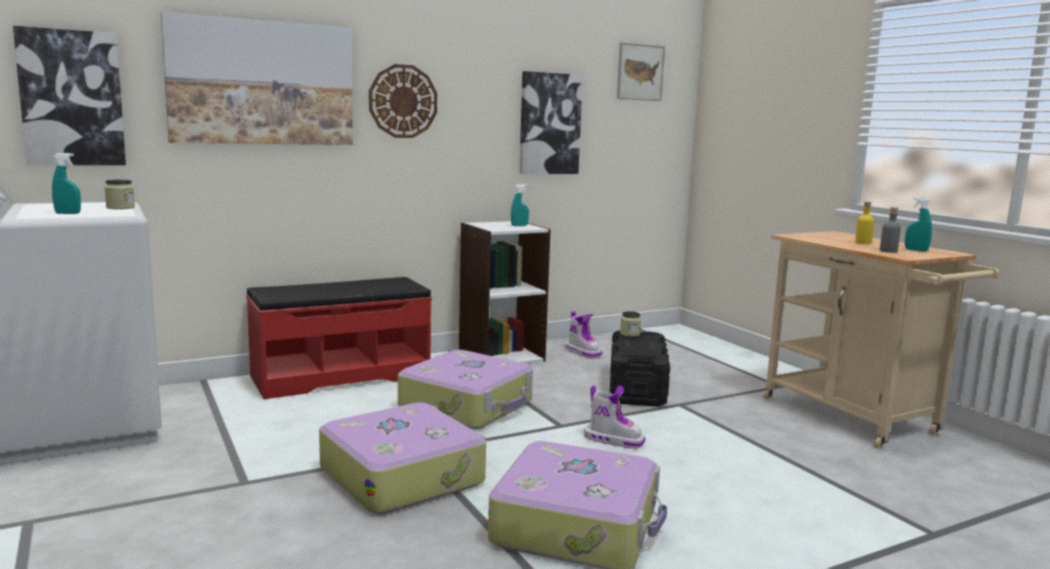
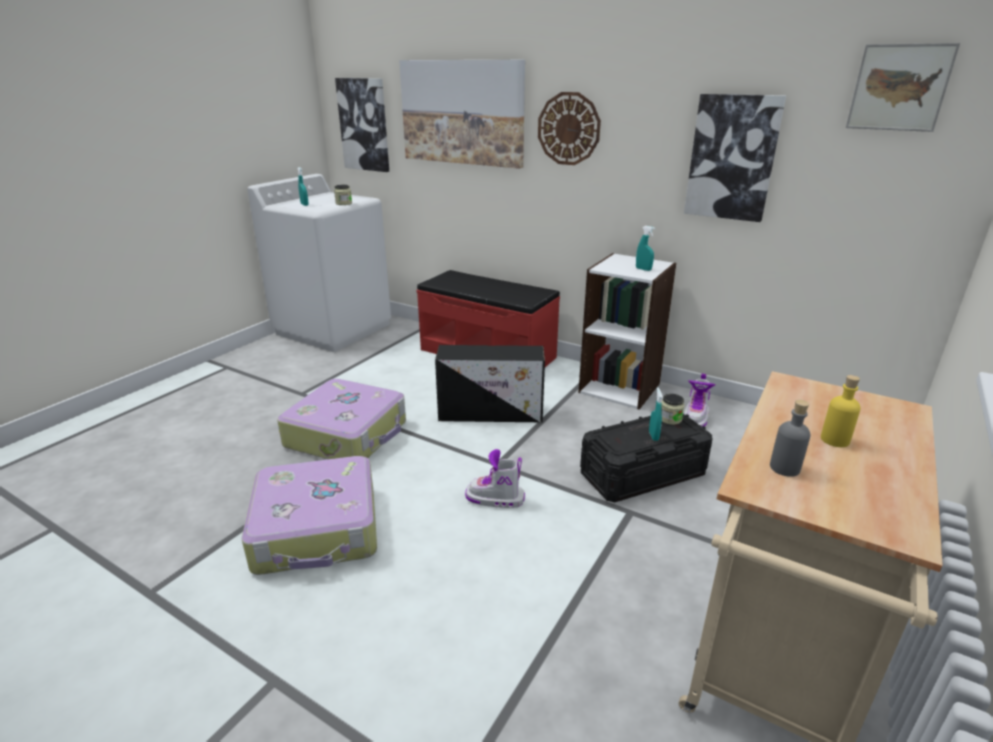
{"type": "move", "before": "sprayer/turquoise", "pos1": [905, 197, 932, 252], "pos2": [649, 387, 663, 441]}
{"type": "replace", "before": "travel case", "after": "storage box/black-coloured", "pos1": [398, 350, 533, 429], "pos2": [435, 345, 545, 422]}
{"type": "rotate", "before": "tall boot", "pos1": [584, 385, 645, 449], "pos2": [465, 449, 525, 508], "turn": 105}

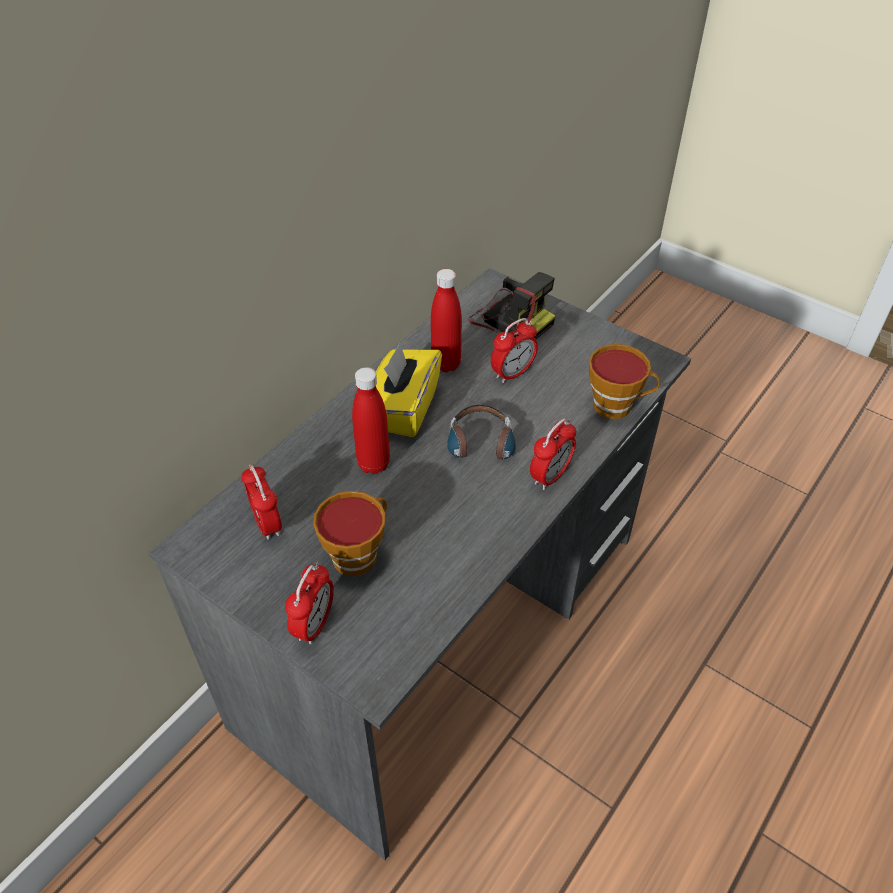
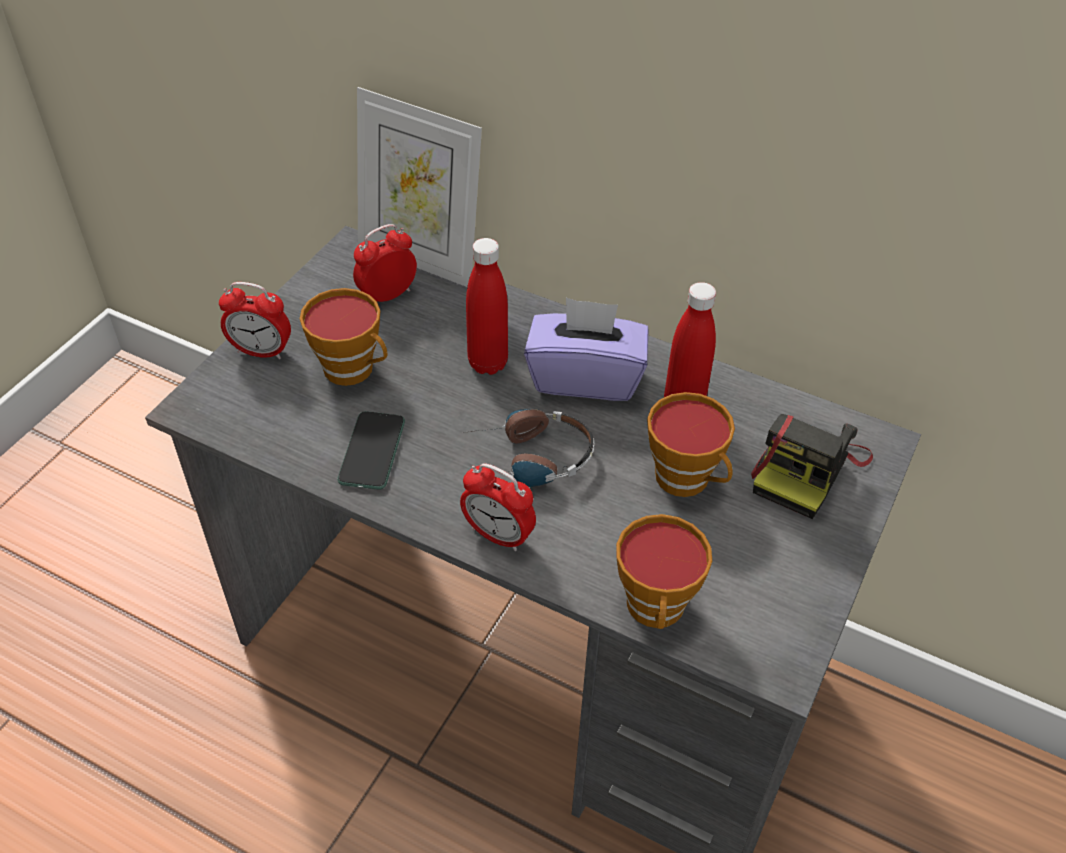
{"type": "replace", "before": "bedside clock", "after": "small cup", "pos1": [491, 318, 538, 383], "pos2": [647, 392, 735, 497]}
{"type": "recolor", "before": "tissue box/yellow-coloured", "after": "tissue box/purplish", "pos1": [376, 343, 442, 437], "pos2": [524, 298, 649, 401]}
{"type": "insert", "after": "photo frame", "pos2": [357, 87, 482, 287]}
{"type": "insert", "after": "handset", "pos2": [337, 411, 405, 490]}

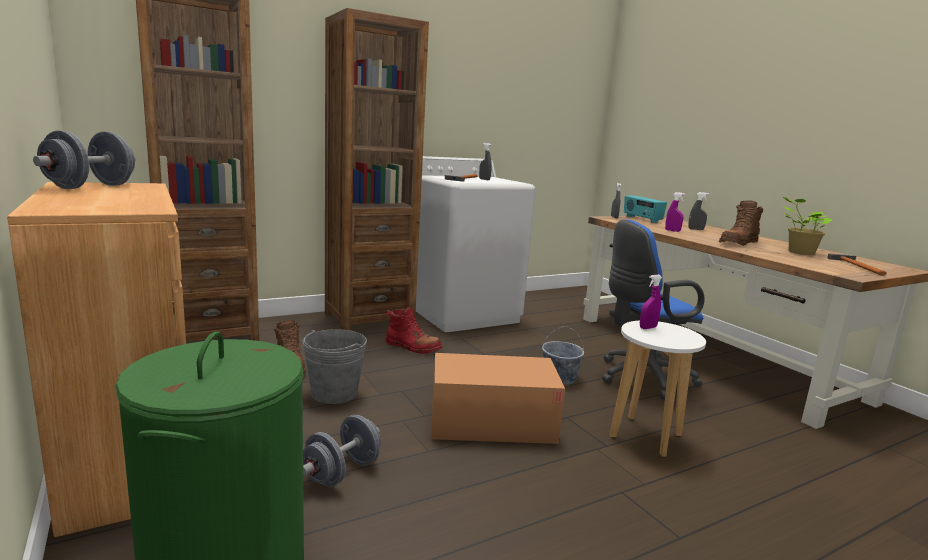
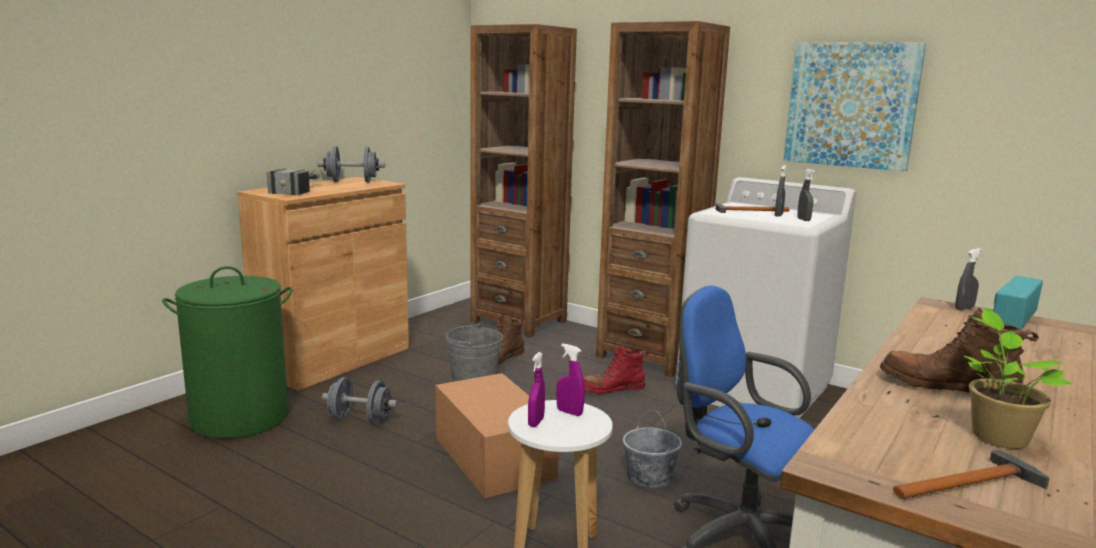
{"type": "move", "before": "sprayer/purplish", "pos1": [665, 192, 685, 232], "pos2": [528, 352, 545, 427]}
{"type": "move", "before": "sprayer/greyish", "pos1": [688, 192, 709, 230], "pos2": [797, 169, 815, 221]}
{"type": "rotate", "before": "tall boot/red", "pos1": [385, 306, 442, 354], "pos2": [583, 344, 649, 395], "turn": 75}
{"type": "insert", "after": "wall art", "pos2": [784, 43, 926, 171]}
{"type": "insert", "after": "hand hammer", "pos2": [267, 169, 320, 195]}

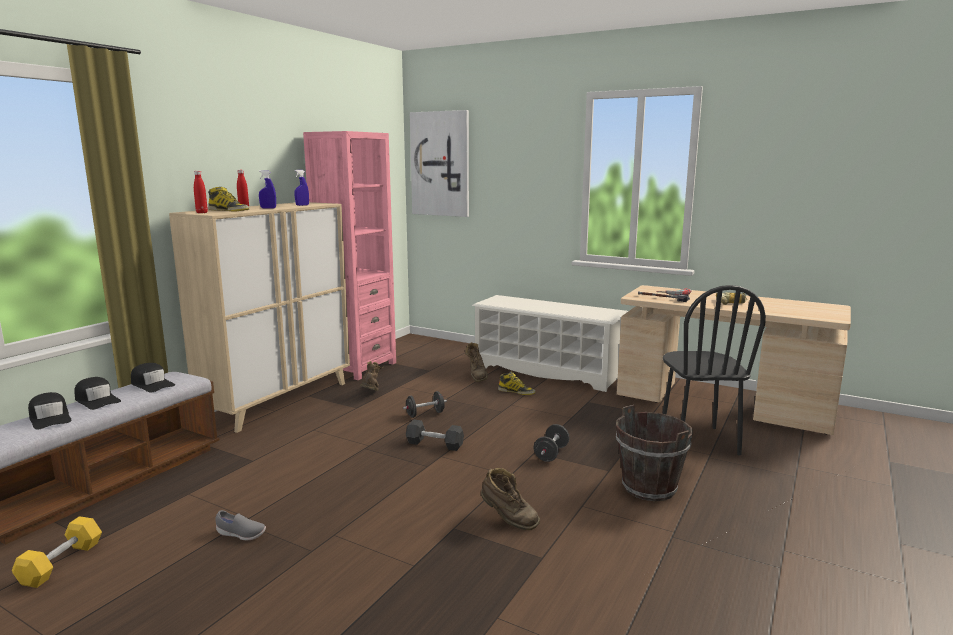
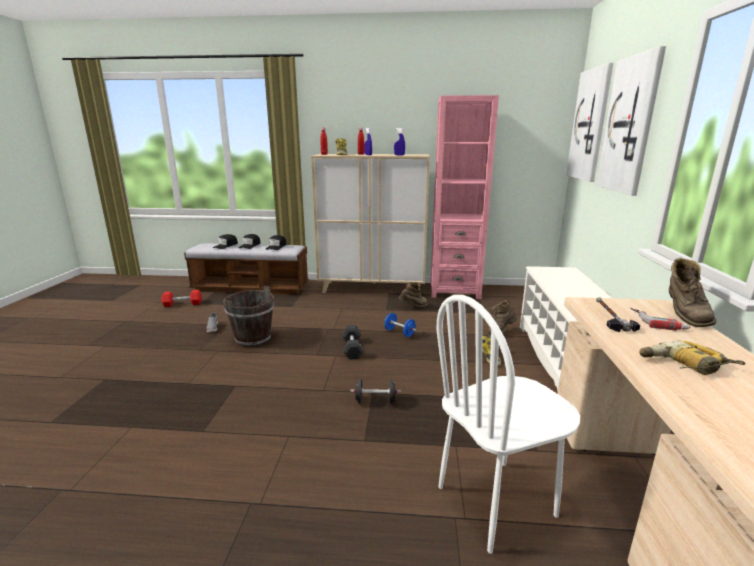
{"type": "recolor", "before": "upright chair/black-coloured", "after": "upright chair/whitish", "pos1": [662, 285, 766, 455], "pos2": [437, 295, 580, 554]}
{"type": "recolor", "before": "dumbbell/black-coloured", "after": "dumbbell/blue", "pos1": [403, 391, 447, 418], "pos2": [384, 313, 416, 337]}
{"type": "move", "before": "water bucket/brown-coloured", "pos1": [616, 405, 693, 501], "pos2": [223, 286, 274, 347]}
{"type": "move", "before": "tall boot/brown-coloured", "pos1": [481, 468, 540, 530], "pos2": [669, 258, 716, 327]}
{"type": "recolor", "before": "dumbbell/yellow-coloured", "after": "dumbbell/red", "pos1": [12, 516, 102, 588], "pos2": [161, 290, 202, 307]}
{"type": "insert", "after": "wall art", "pos2": [596, 46, 666, 196]}

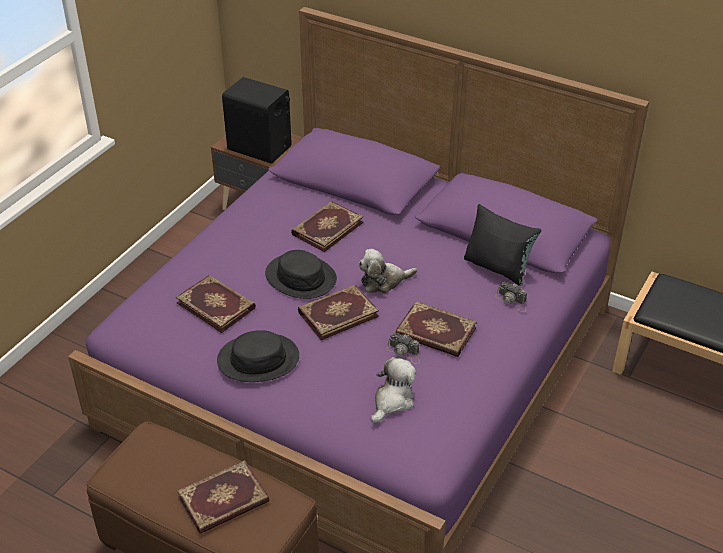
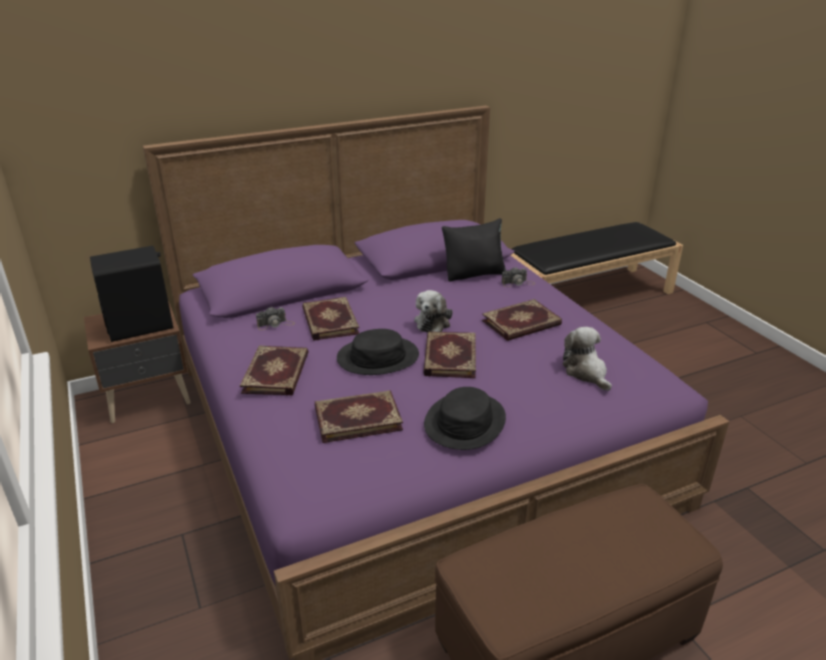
{"type": "move", "before": "photo camera", "pos1": [386, 333, 420, 364], "pos2": [256, 307, 295, 330]}
{"type": "move", "before": "bound book", "pos1": [177, 460, 269, 534], "pos2": [240, 346, 309, 396]}

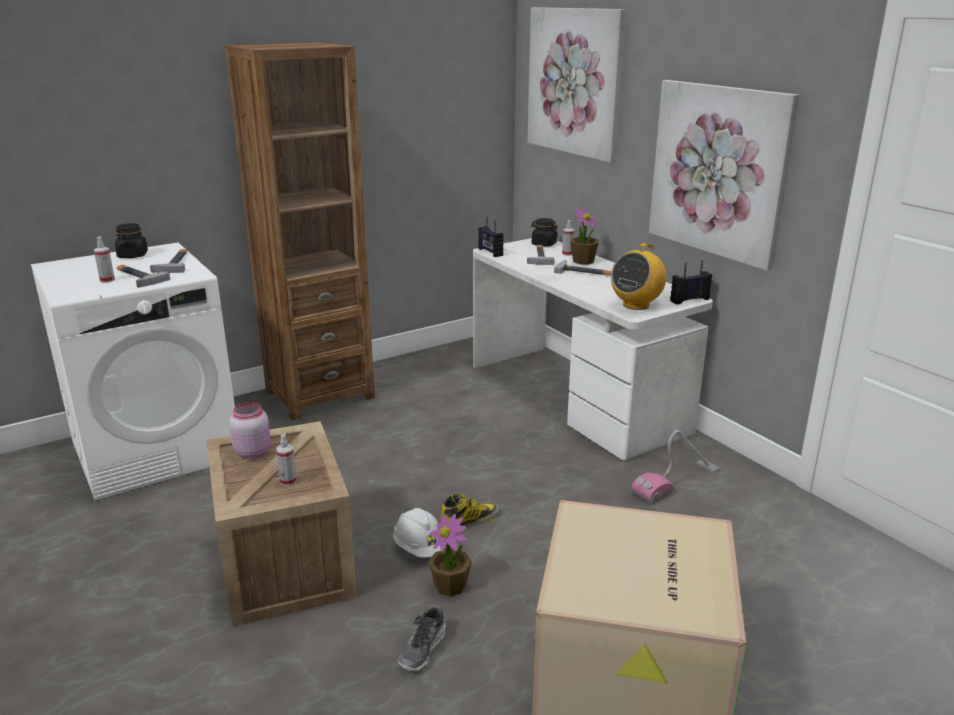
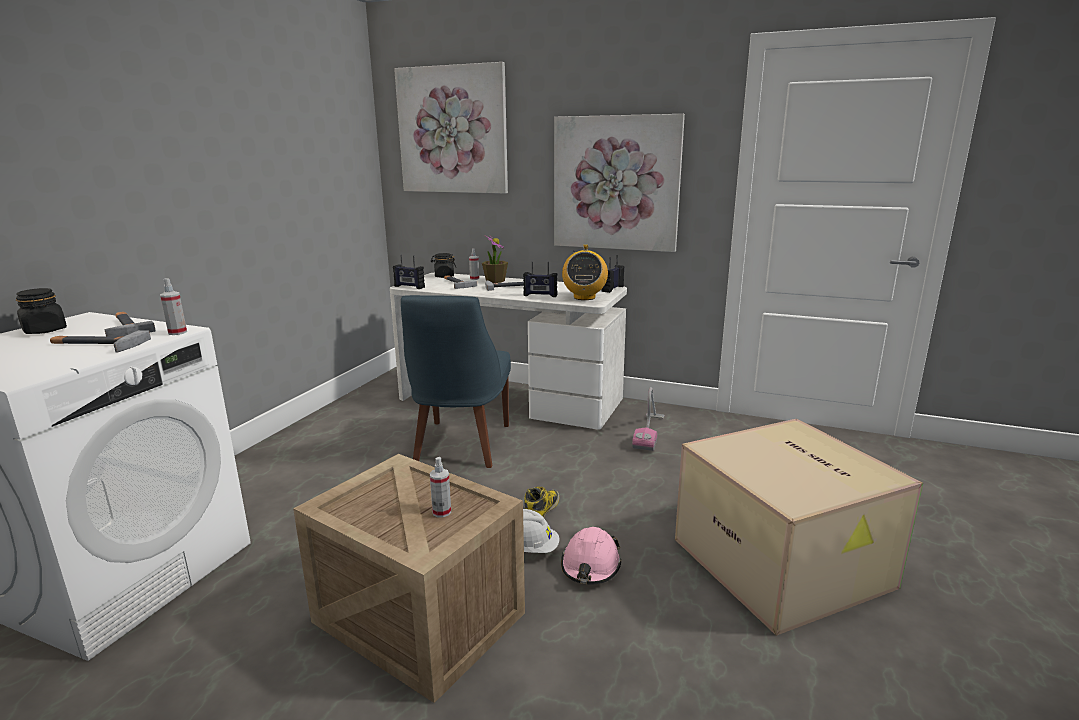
{"type": "delete", "before": "bookshelf/brown-coloured", "pos1": [225, 42, 375, 421]}
{"type": "move", "before": "sprayer", "pos1": [94, 237, 115, 283], "pos2": [160, 278, 187, 335]}
{"type": "delete", "before": "preserve jar/pink-coloured", "pos1": [229, 402, 271, 459]}
{"type": "replace", "before": "houseplant", "after": "hard hat/pink-coloured", "pos1": [428, 514, 472, 597], "pos2": [561, 527, 621, 584]}
{"type": "delete", "before": "item of footwear", "pos1": [398, 605, 446, 672]}
{"type": "insert", "after": "radio receiver", "pos2": [523, 261, 557, 297]}
{"type": "insert", "after": "upright chair/blue", "pos2": [401, 295, 511, 468]}

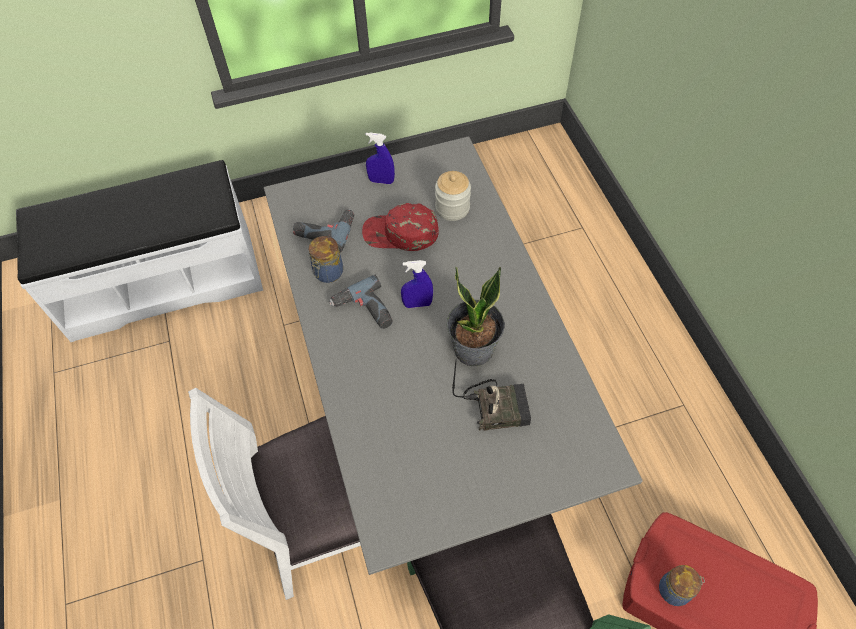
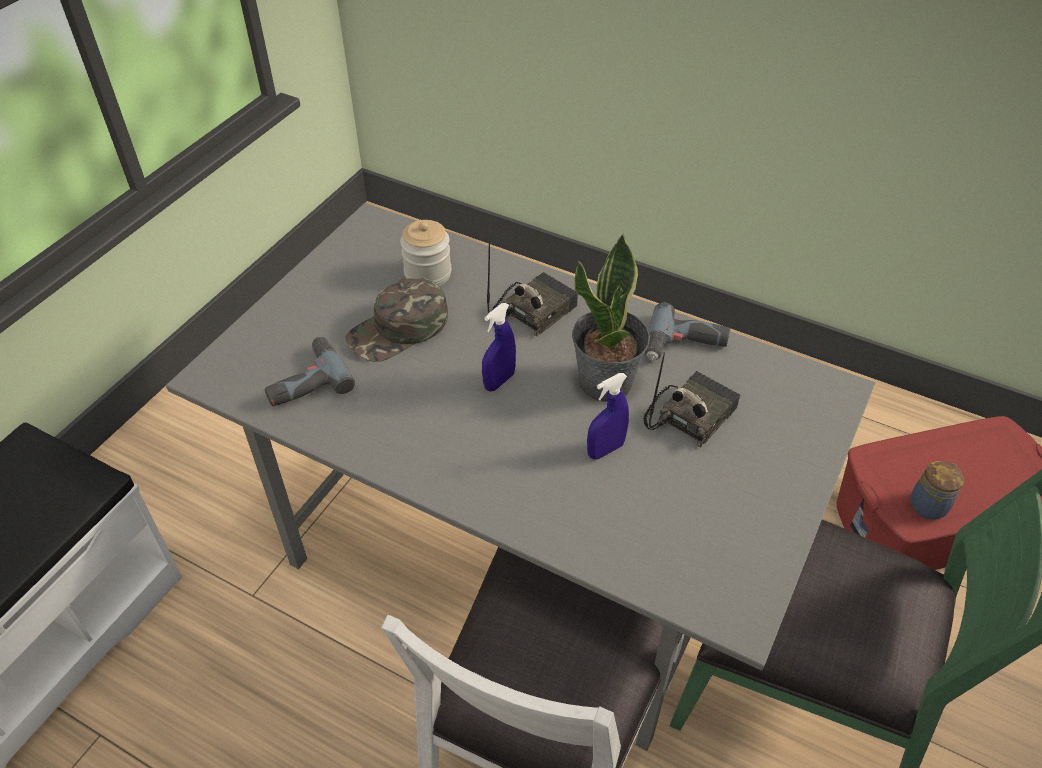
{"type": "move", "before": "sprayer/blue", "pos1": [366, 132, 395, 184], "pos2": [587, 373, 629, 460]}
{"type": "recolor", "before": "peaked cap/red", "after": "peaked cap/greenish", "pos1": [362, 203, 439, 251], "pos2": [346, 278, 448, 362]}
{"type": "delete", "before": "preserve jar", "pos1": [308, 236, 343, 283]}
{"type": "move", "before": "power drill", "pos1": [329, 275, 393, 329], "pos2": [645, 302, 730, 360]}
{"type": "insert", "after": "radio receiver", "pos2": [487, 240, 578, 336]}

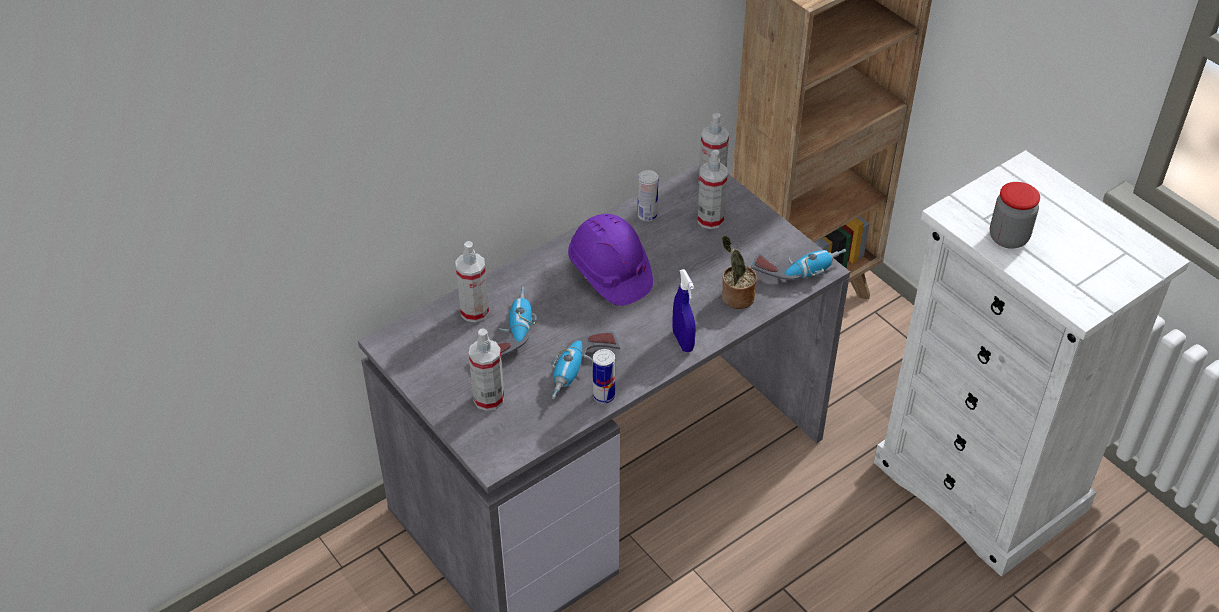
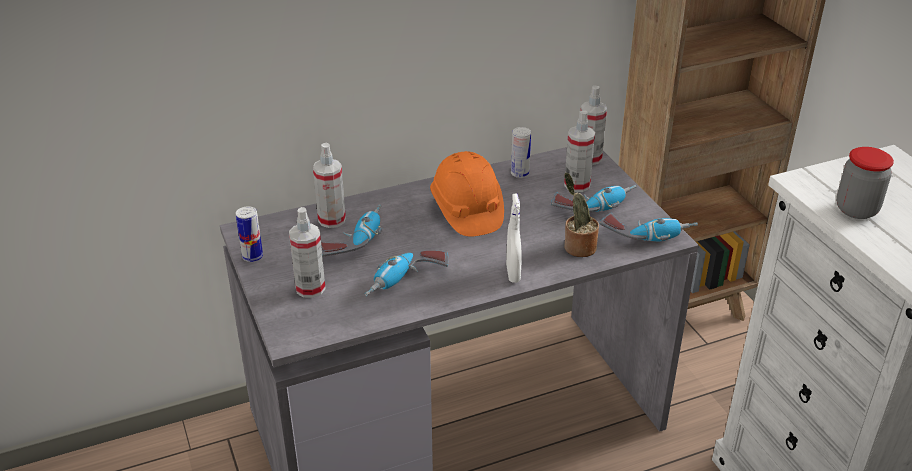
{"type": "recolor", "before": "hard hat/purplish", "after": "hard hat/orangey", "pos1": [568, 214, 653, 306], "pos2": [430, 151, 504, 237]}
{"type": "recolor", "before": "sprayer/blue", "after": "sprayer/whitish", "pos1": [672, 269, 696, 352], "pos2": [506, 193, 522, 283]}
{"type": "move", "before": "sealed can", "pos1": [593, 349, 615, 403], "pos2": [236, 206, 263, 262]}
{"type": "insert", "after": "power drill", "pos2": [551, 185, 637, 212]}

